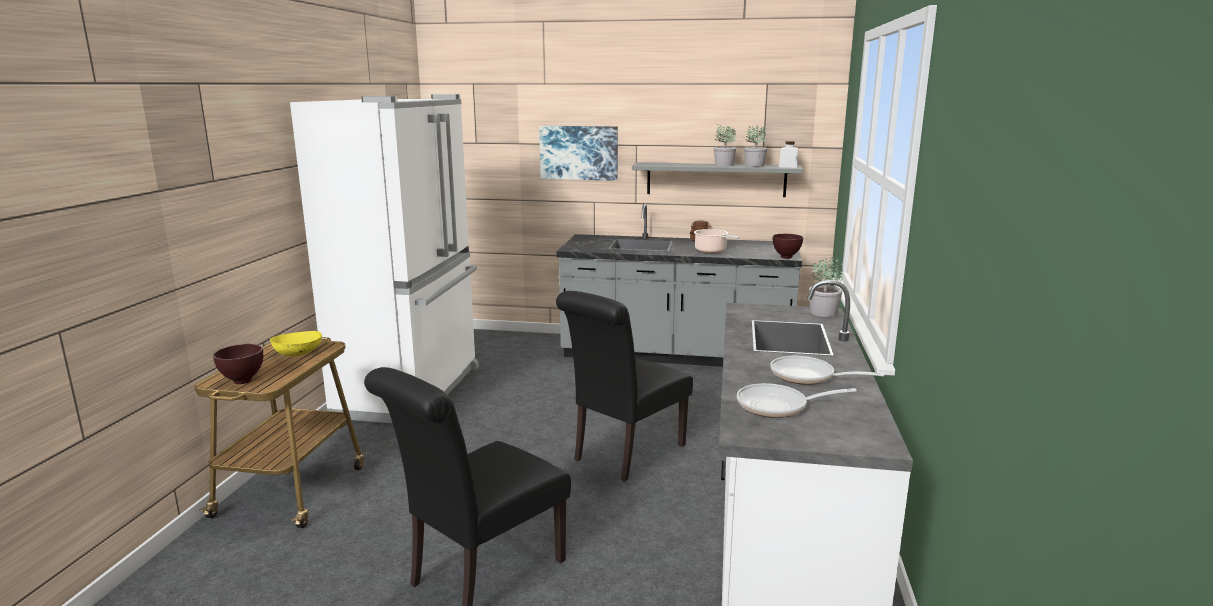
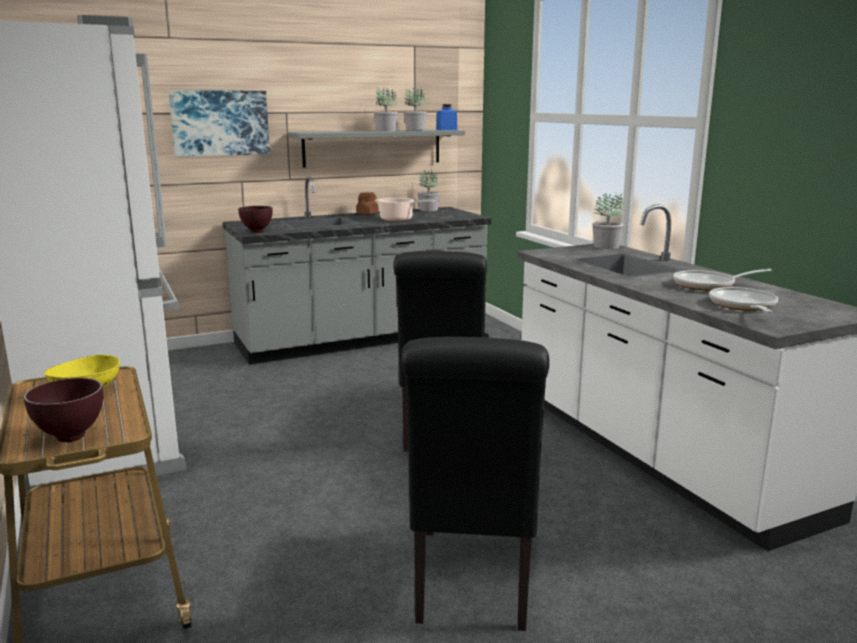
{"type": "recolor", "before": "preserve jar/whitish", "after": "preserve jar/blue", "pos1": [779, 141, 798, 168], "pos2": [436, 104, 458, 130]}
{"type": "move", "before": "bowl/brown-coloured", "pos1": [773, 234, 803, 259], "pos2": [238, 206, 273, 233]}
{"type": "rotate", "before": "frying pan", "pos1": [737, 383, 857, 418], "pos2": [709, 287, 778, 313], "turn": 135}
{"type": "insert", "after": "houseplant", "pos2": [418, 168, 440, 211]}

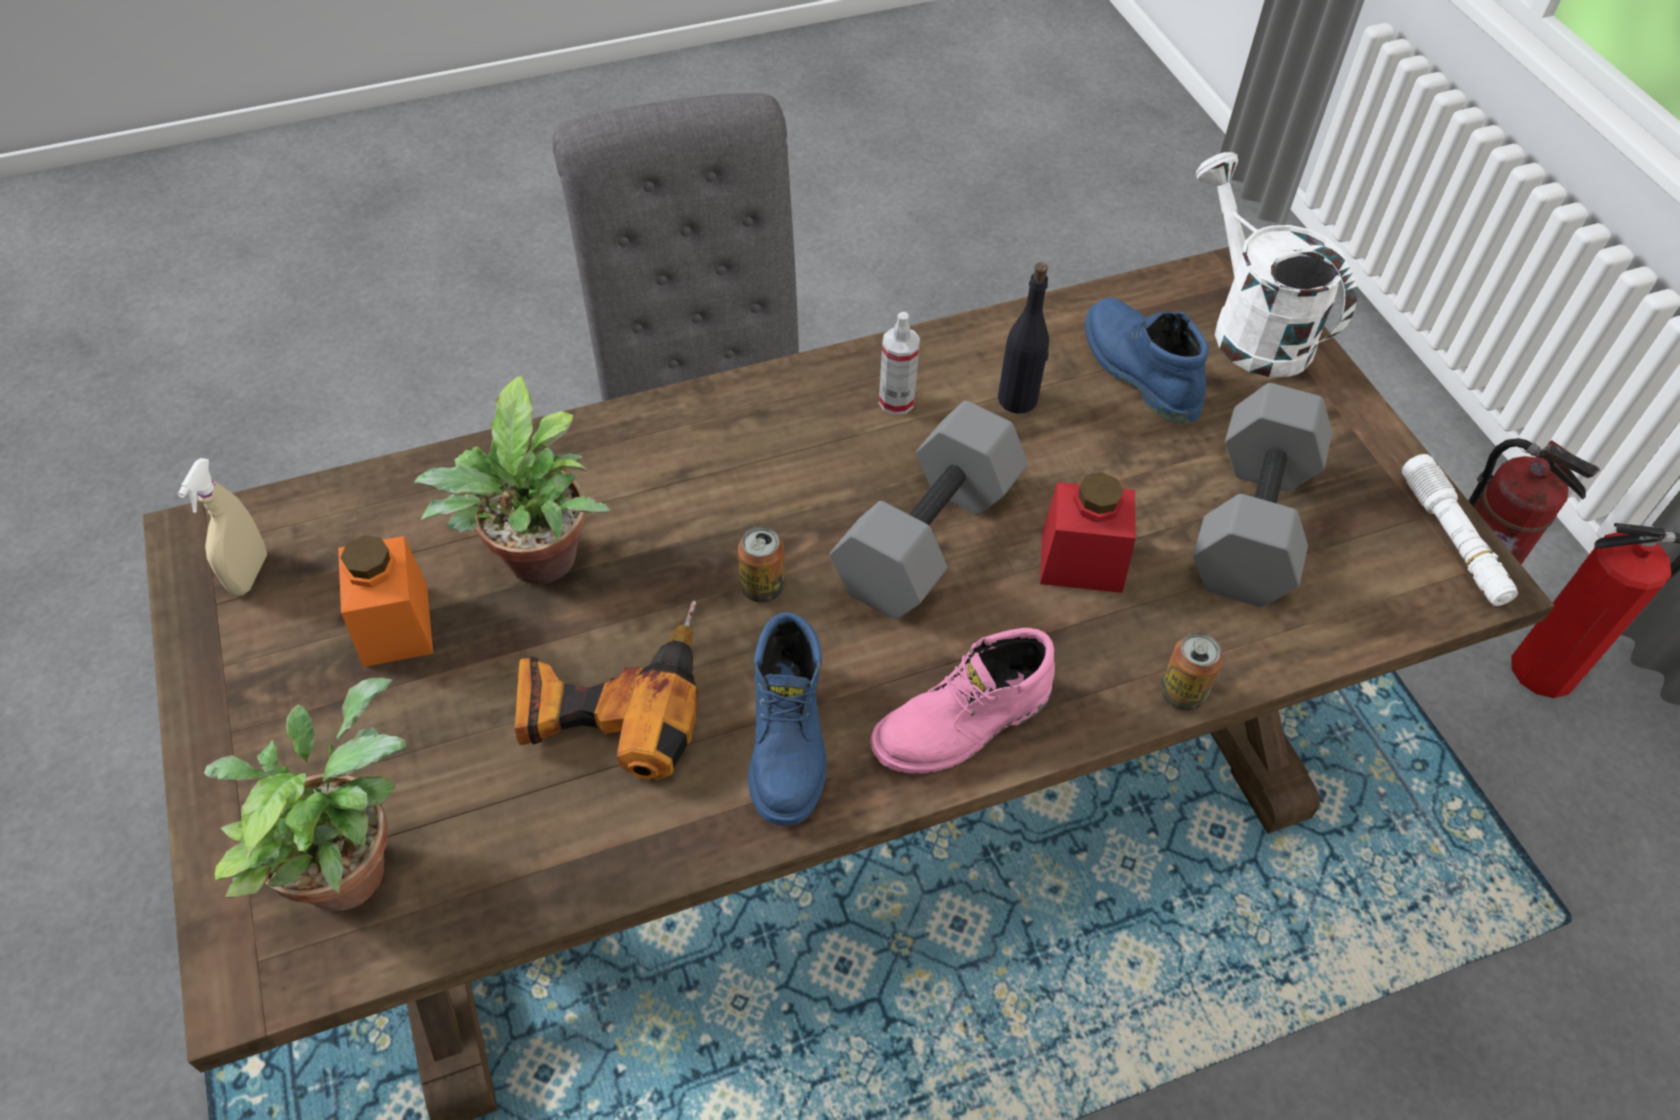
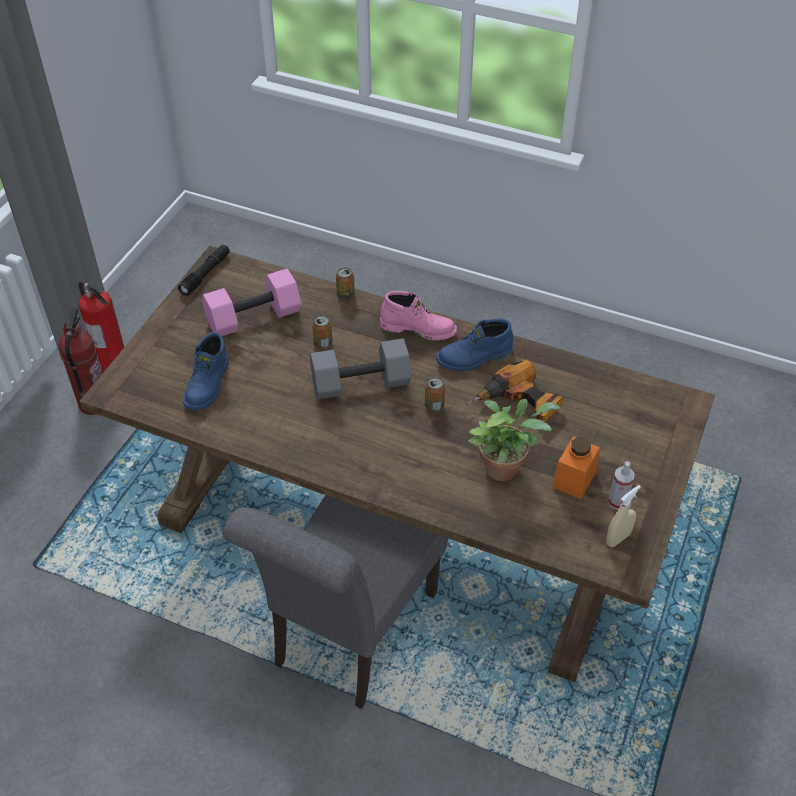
{"type": "delete", "before": "sprinkling can/whitish", "pos1": [1195, 152, 1357, 377]}
{"type": "delete", "before": "beverage bottle/black-coloured", "pos1": [998, 262, 1049, 414]}
{"type": "move", "before": "sprayer", "pos1": [879, 312, 920, 415], "pos2": [608, 461, 635, 510]}
{"type": "recolor", "before": "dumbbell/greyish", "after": "dumbbell/pink-coloured", "pos1": [1193, 383, 1332, 607], "pos2": [202, 269, 301, 336]}
{"type": "recolor", "before": "hand torch/whitish", "after": "hand torch/black-coloured", "pos1": [1402, 454, 1518, 606], "pos2": [178, 245, 230, 296]}
{"type": "replace", "before": "preserve jar/red", "after": "sealed can", "pos1": [1040, 472, 1136, 593], "pos2": [312, 315, 332, 349]}
{"type": "rotate", "before": "tall boot/blue", "pos1": [748, 612, 826, 826], "pos2": [436, 319, 513, 371], "turn": -150}
{"type": "delete", "before": "houseplant", "pos1": [204, 678, 406, 911]}

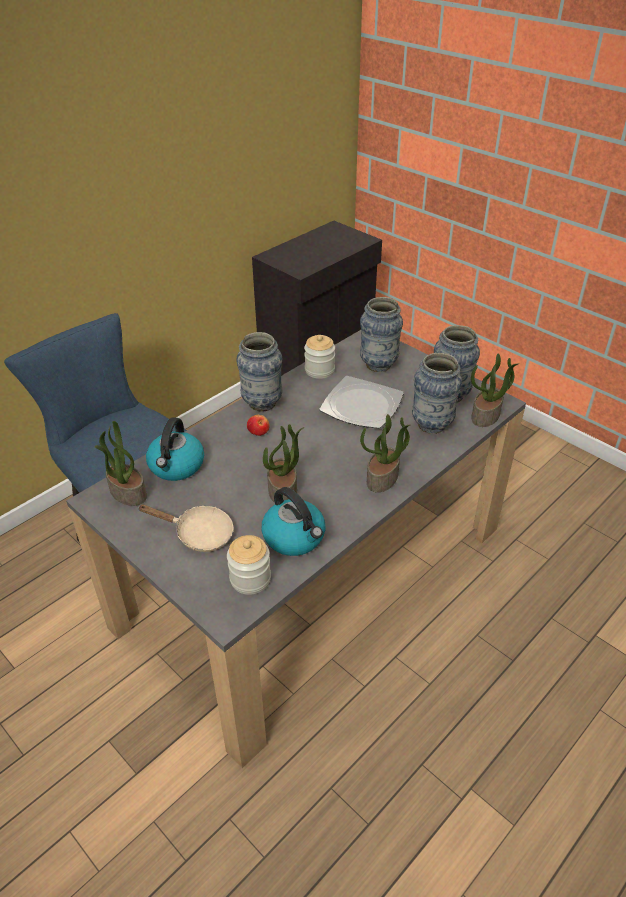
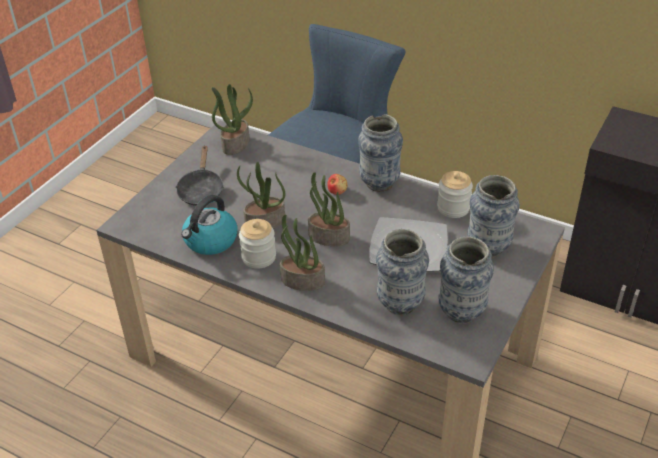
{"type": "move", "before": "houseplant", "pos1": [471, 353, 519, 427], "pos2": [308, 172, 350, 246]}
{"type": "delete", "before": "tea kettle", "pos1": [146, 417, 204, 481]}
{"type": "recolor", "before": "frying pan/beige-coloured", "after": "frying pan/black-coloured", "pos1": [139, 504, 234, 552], "pos2": [176, 145, 224, 206]}
{"type": "move", "before": "preserve jar", "pos1": [227, 535, 271, 595], "pos2": [239, 219, 276, 269]}

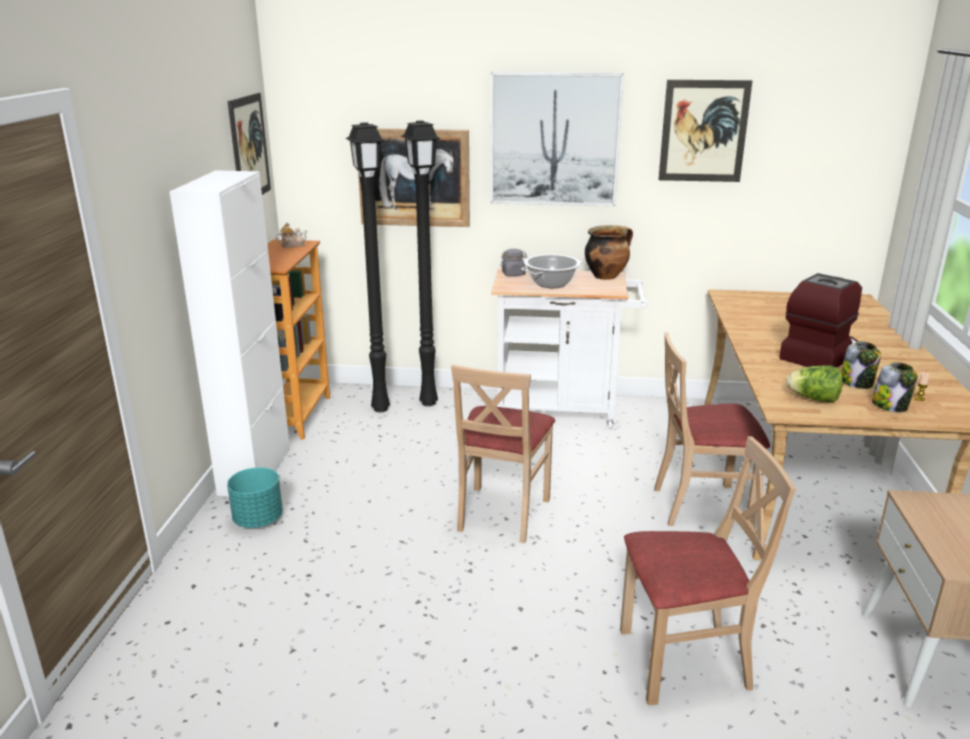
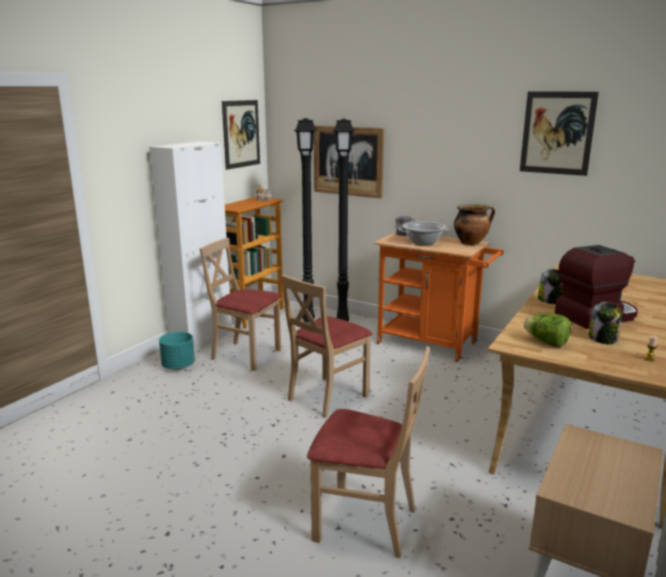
{"type": "delete", "before": "wall art", "pos1": [490, 72, 624, 206]}
{"type": "recolor", "before": "wheeled cart/whitish", "after": "wheeled cart/orangey", "pos1": [491, 268, 649, 429], "pos2": [374, 232, 504, 362]}
{"type": "move", "before": "upright chair/beige-coloured", "pos1": [654, 332, 770, 526], "pos2": [200, 238, 281, 371]}
{"type": "move", "before": "preserve jar", "pos1": [872, 362, 918, 412], "pos2": [538, 269, 563, 304]}

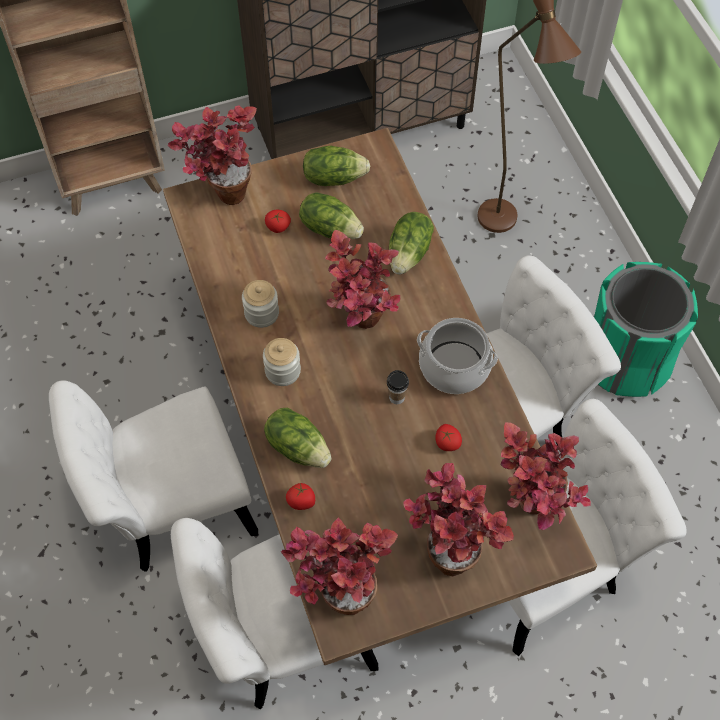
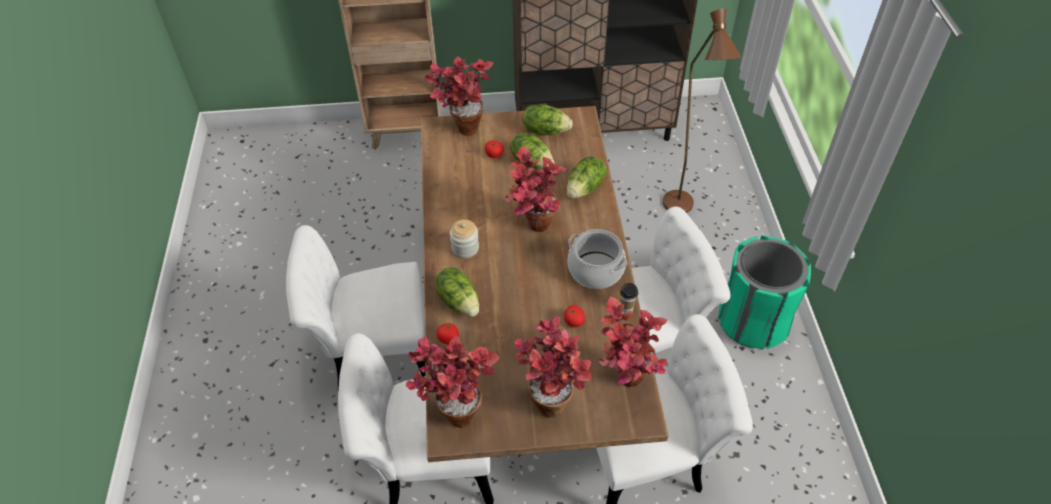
{"type": "delete", "before": "preserve jar", "pos1": [242, 280, 279, 328]}
{"type": "move", "before": "small cup", "pos1": [387, 370, 409, 404], "pos2": [620, 283, 638, 313]}

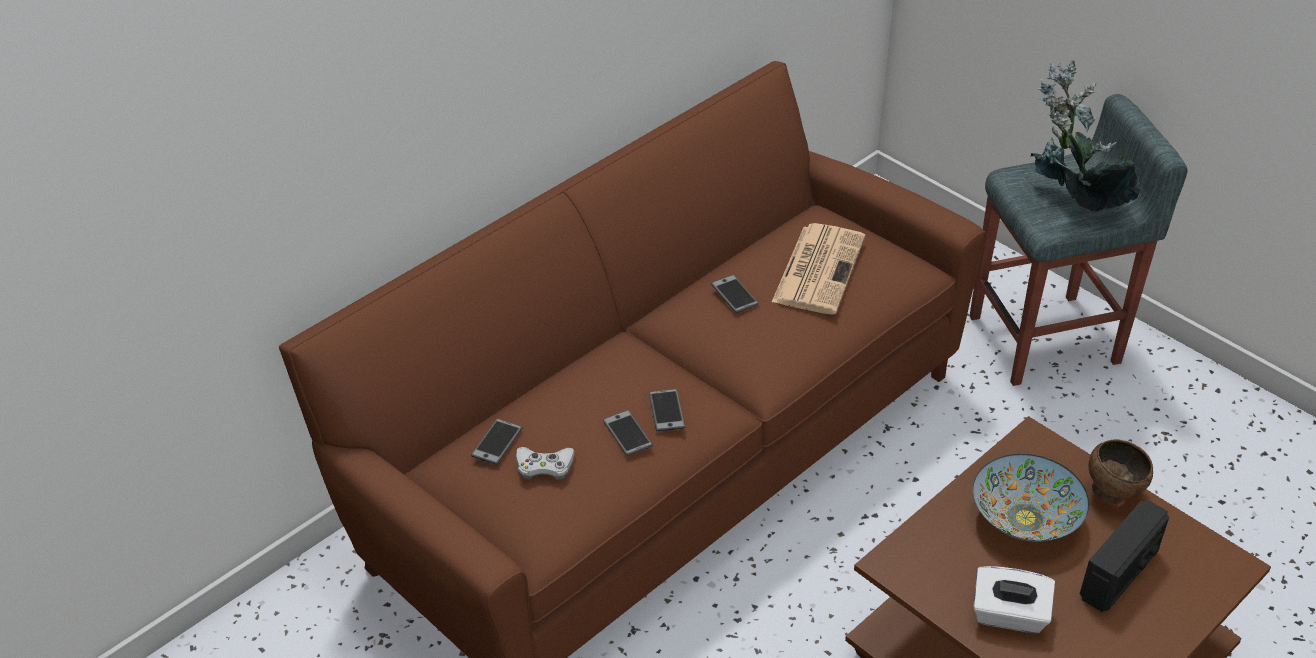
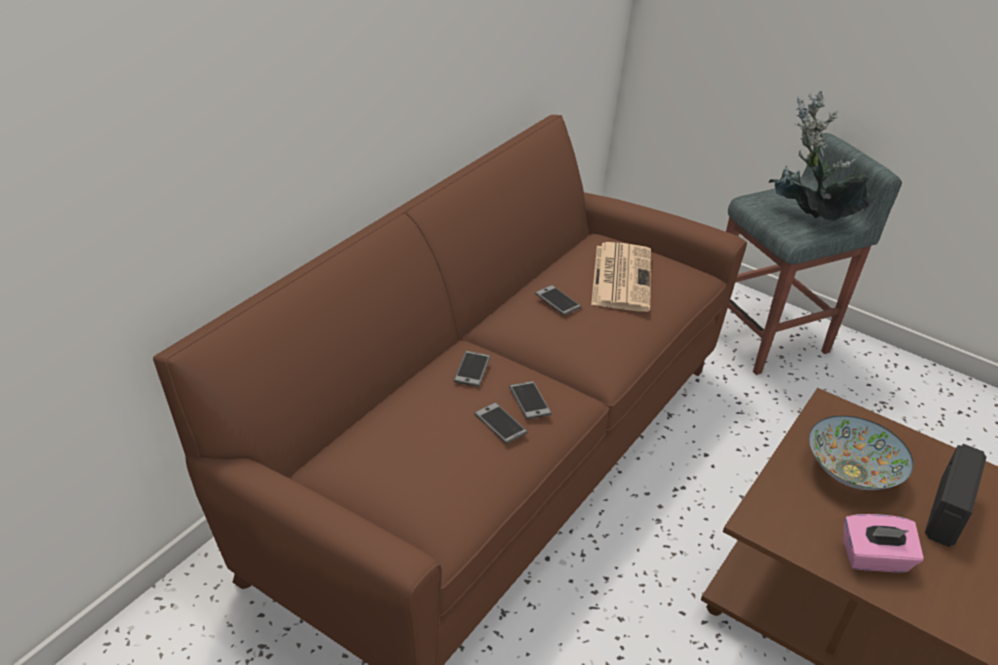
{"type": "move", "before": "handset", "pos1": [471, 419, 522, 465], "pos2": [453, 351, 490, 387]}
{"type": "delete", "before": "bowl/brown-coloured", "pos1": [1089, 439, 1153, 504]}
{"type": "delete", "before": "joypad/whitish", "pos1": [516, 447, 575, 480]}
{"type": "recolor", "before": "tissue box/whitish", "after": "tissue box/pink-coloured", "pos1": [973, 566, 1055, 633], "pos2": [843, 514, 924, 573]}

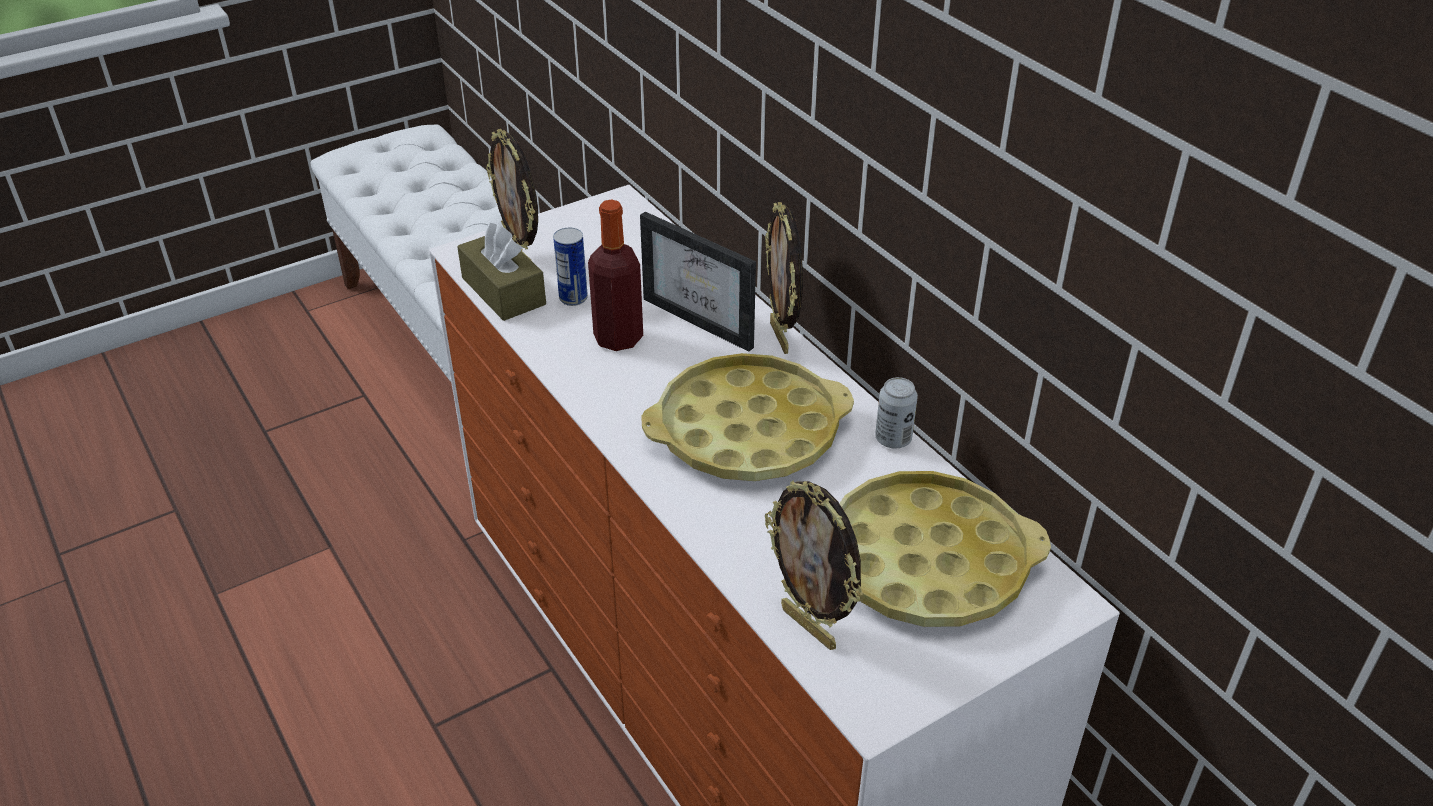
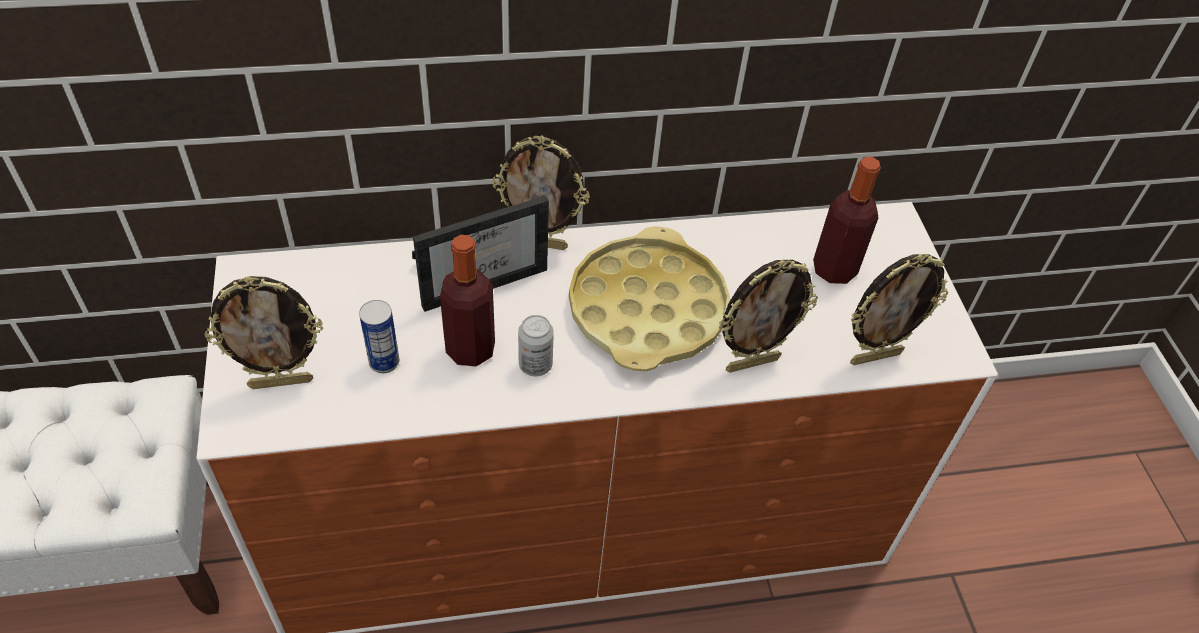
{"type": "delete", "before": "tissue box/brown-coloured", "pos1": [457, 223, 546, 321]}
{"type": "move", "before": "sealed can", "pos1": [875, 377, 918, 448], "pos2": [518, 315, 554, 376]}
{"type": "replace", "before": "carrying tray/yellow-coloured", "after": "beverage bottle", "pos1": [839, 471, 1051, 627], "pos2": [813, 157, 881, 284]}
{"type": "insert", "after": "photo frame", "pos2": [719, 260, 818, 373]}

